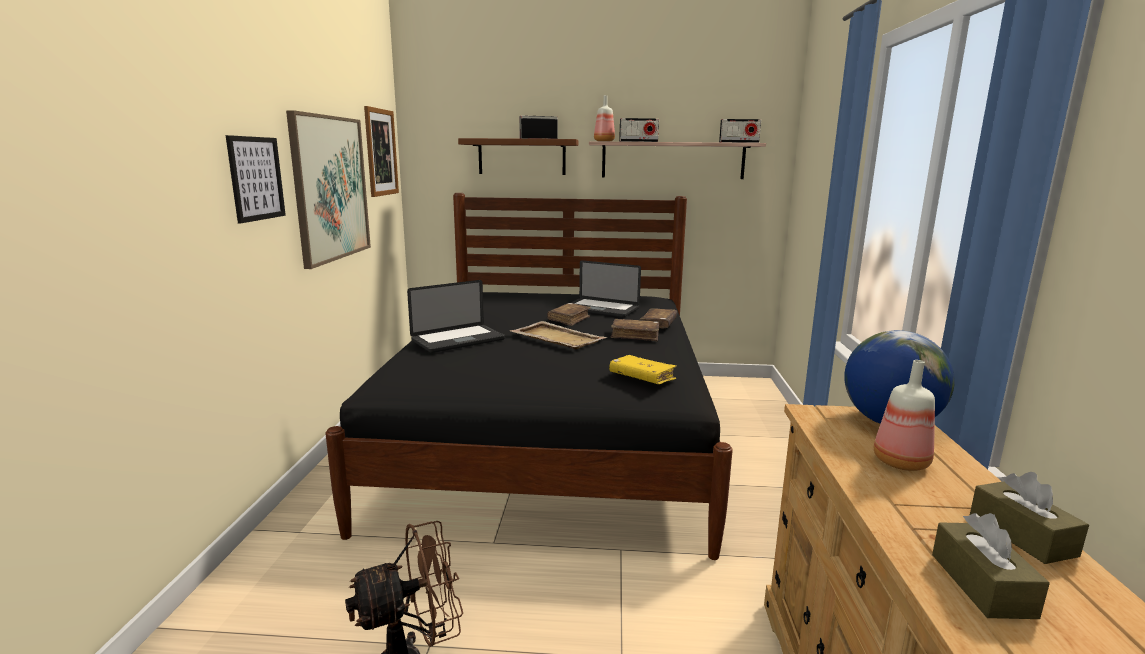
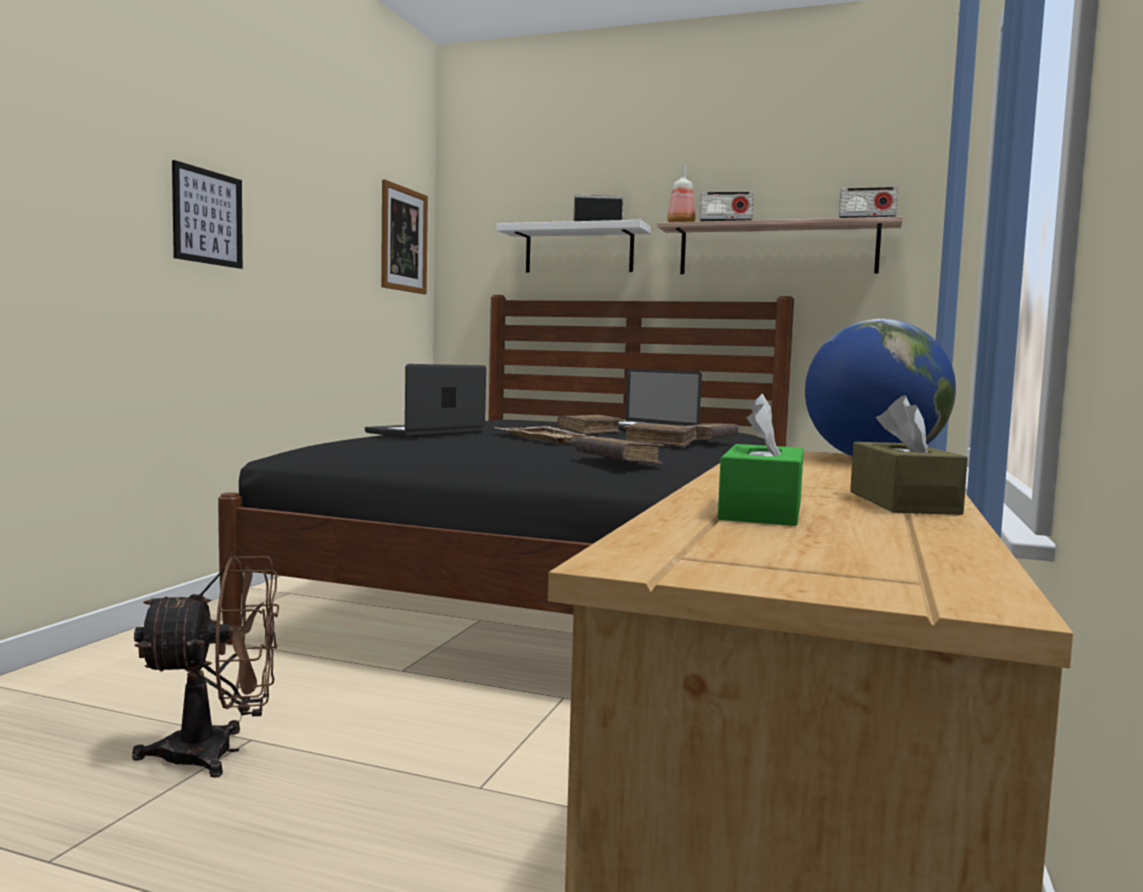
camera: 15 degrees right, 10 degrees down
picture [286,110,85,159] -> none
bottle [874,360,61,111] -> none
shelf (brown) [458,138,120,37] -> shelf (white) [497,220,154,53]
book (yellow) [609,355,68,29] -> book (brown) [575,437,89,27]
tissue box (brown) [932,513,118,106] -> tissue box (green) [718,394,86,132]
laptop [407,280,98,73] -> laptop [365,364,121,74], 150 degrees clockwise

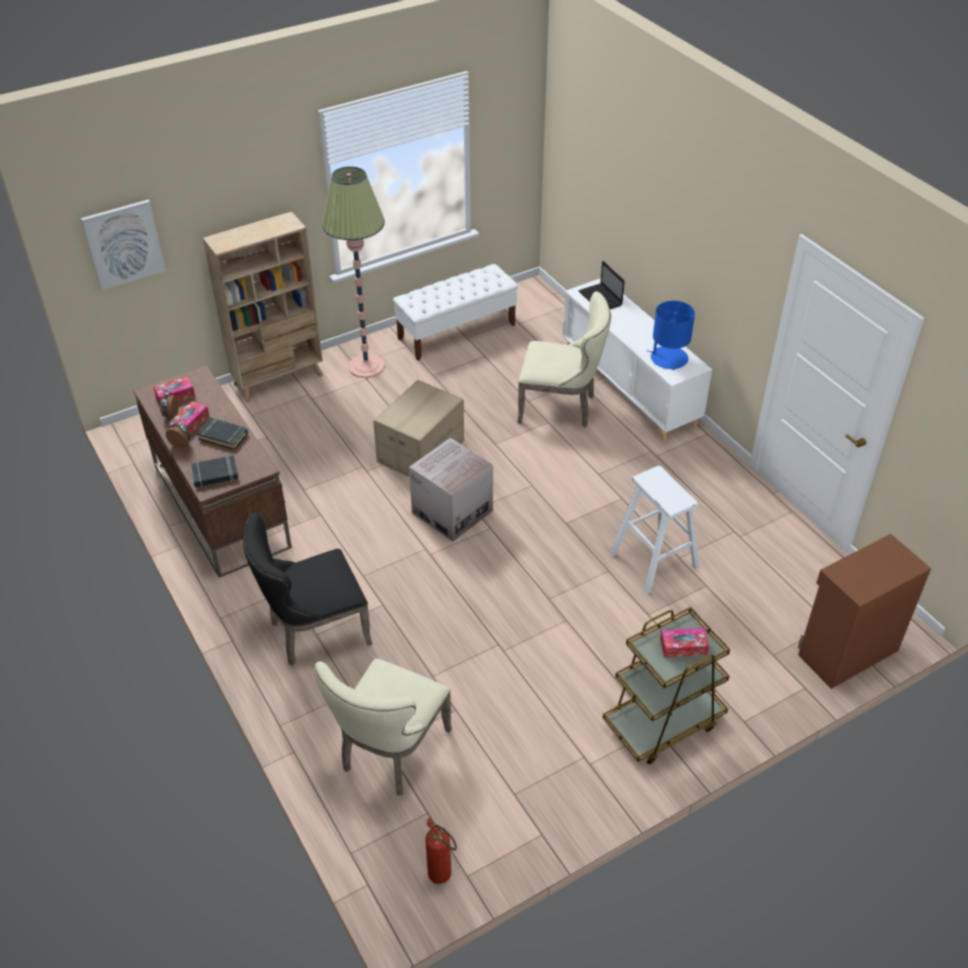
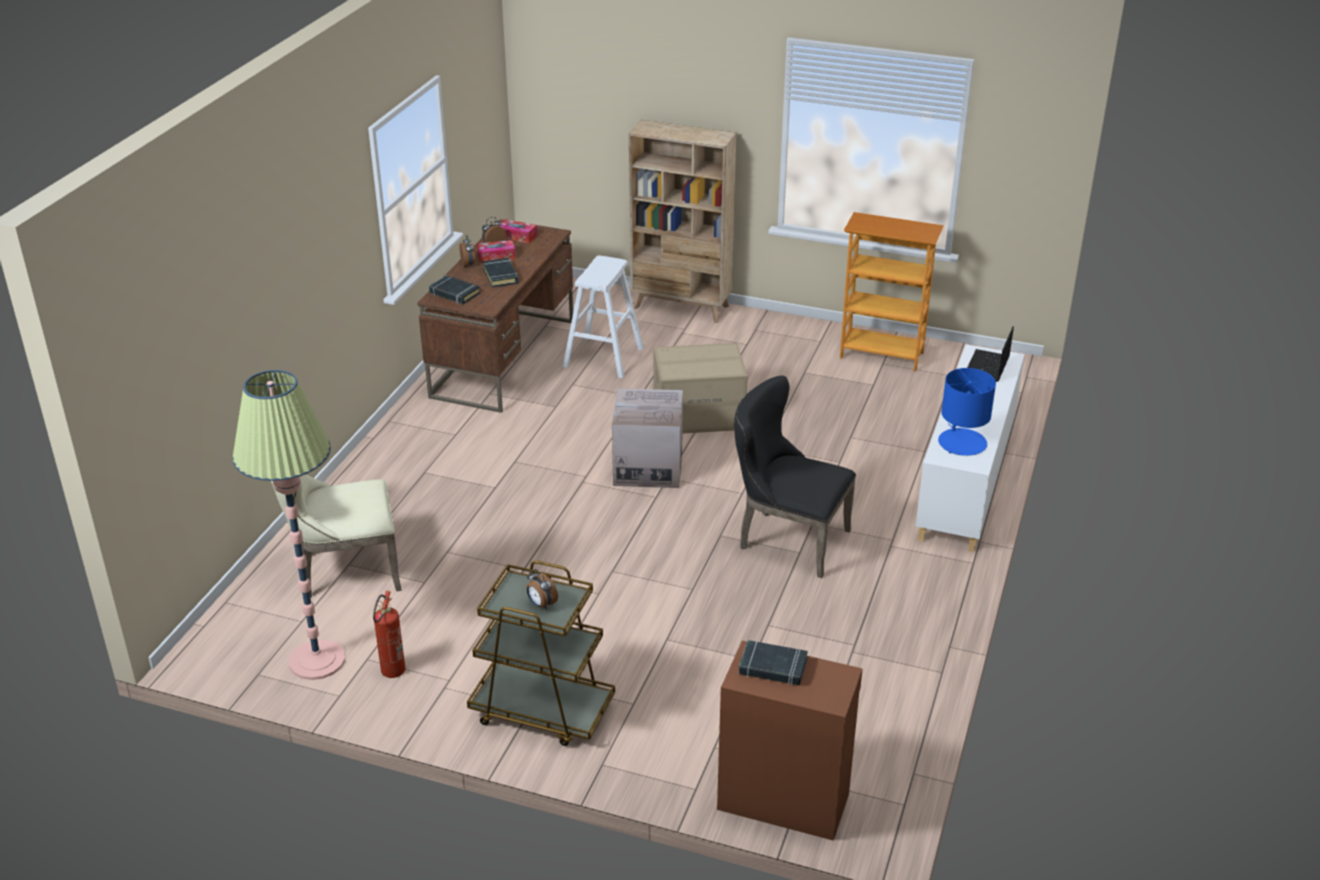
camera: 50 degrees right, 10 degrees down
picture [81,200,85,90] -> none
chair (beige) [518,291,93,136] -> none
none -> book (black) [739,640,69,45]
chair (black) [243,512,129,154] -> chair (black) [734,376,122,202], moved
floor lamp [322,166,63,212] -> floor lamp [232,370,113,310], moved
fire extinguisher [425,818,32,66] -> fire extinguisher [373,591,32,87], moved
stool (white) [610,466,89,128] -> stool (white) [563,256,80,122], moved
bench (white) [393,264,125,97] -> bookcase [840,212,104,160]
tissue box [660,628,49,30] -> alarm clock [527,569,31,41]

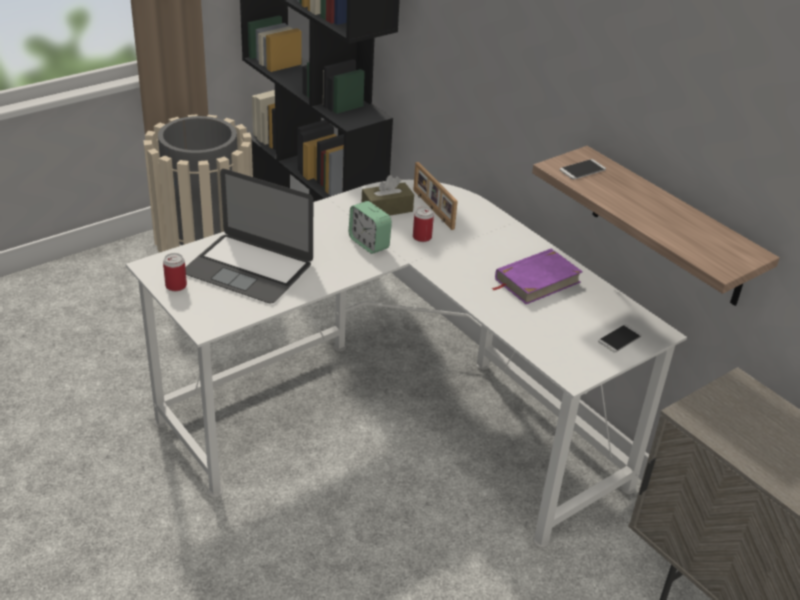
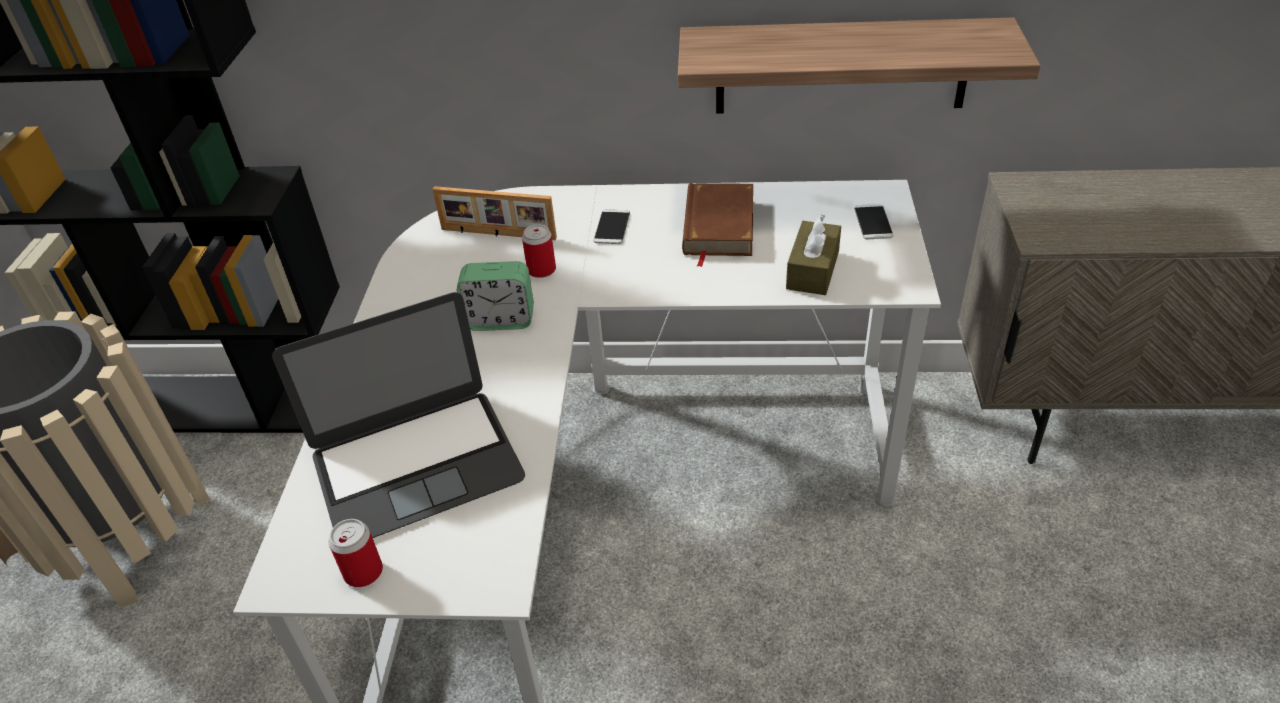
camera: 45 degrees left, 5 degrees up
tissue box (brown) [361,175,53,41] -> tissue box (brown) [786,214,55,81], moved
phone [560,159,46,20] -> phone [594,209,36,35], moved
book (purple) [491,248,92,56] -> book (brown) [682,183,71,84]

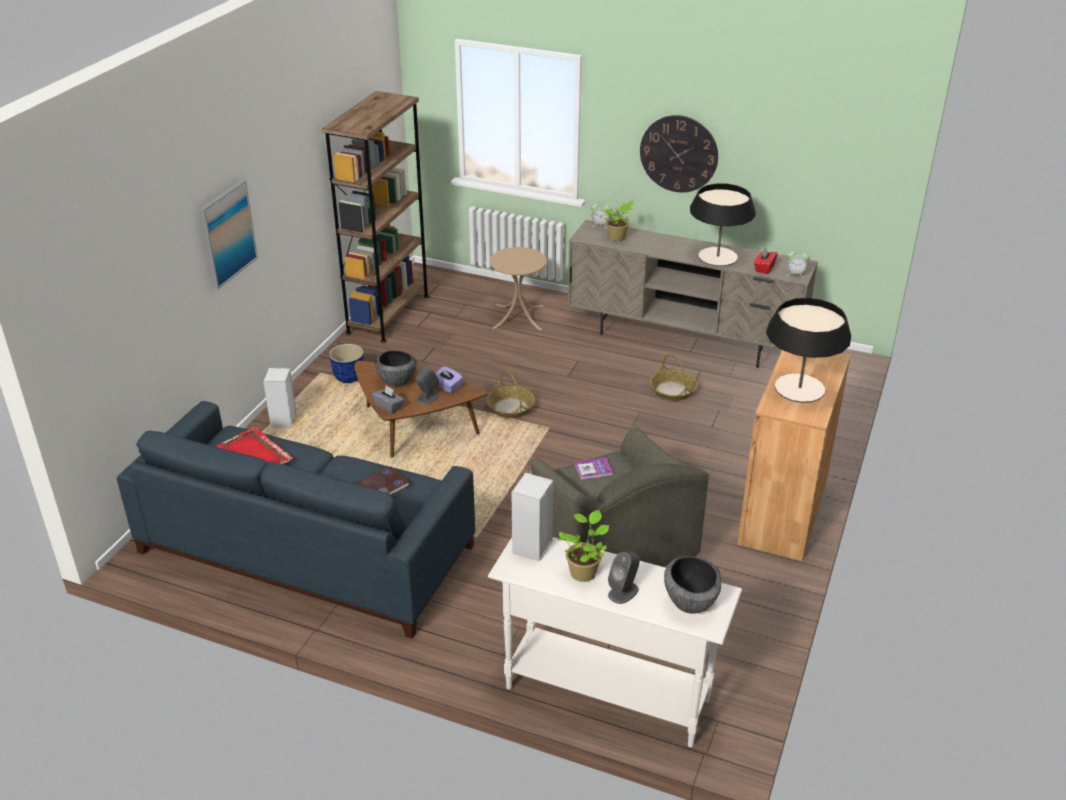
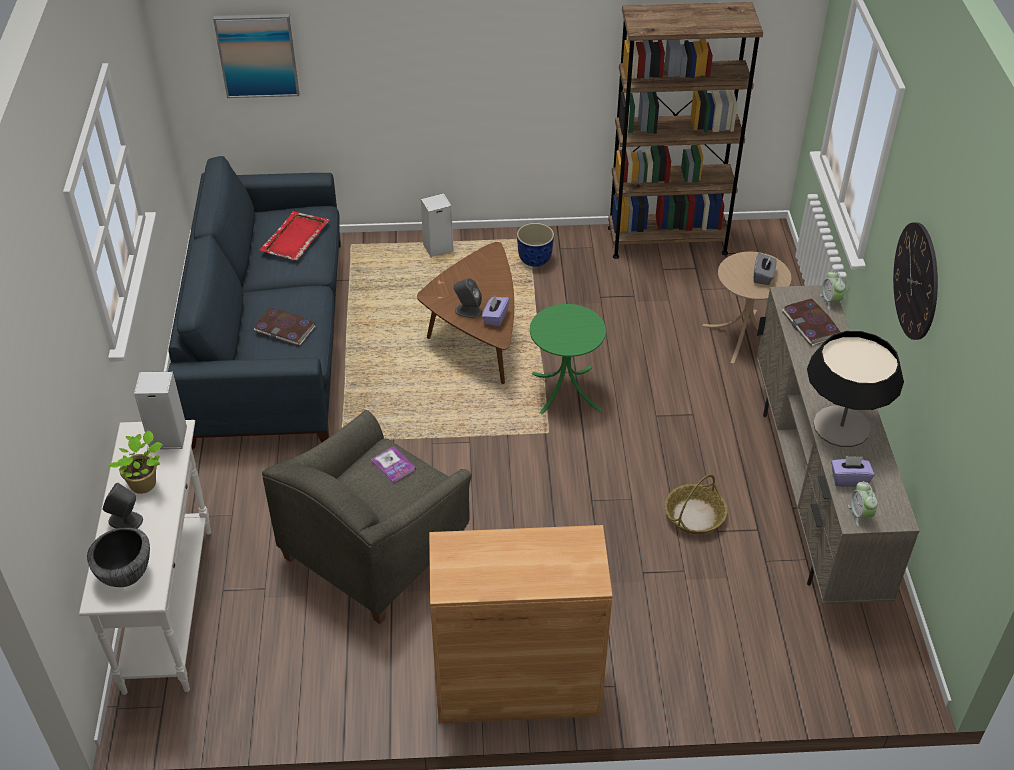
camera: 65 degrees right, 10 degrees up
bowl [375,351,42,35] -> none
table lamp [766,298,85,105] -> none
picture [199,180,59,109] -> picture [213,14,86,84], moved
tissue box (grey) [372,386,32,28] -> tissue box (grey) [754,253,23,32], moved
basket [486,370,49,48] -> side table (green) [530,304,76,110]
potted plant [603,201,30,40] -> book [782,298,58,48]
tissue box (red) [754,248,24,26] -> tissue box (purple) [831,456,43,31]

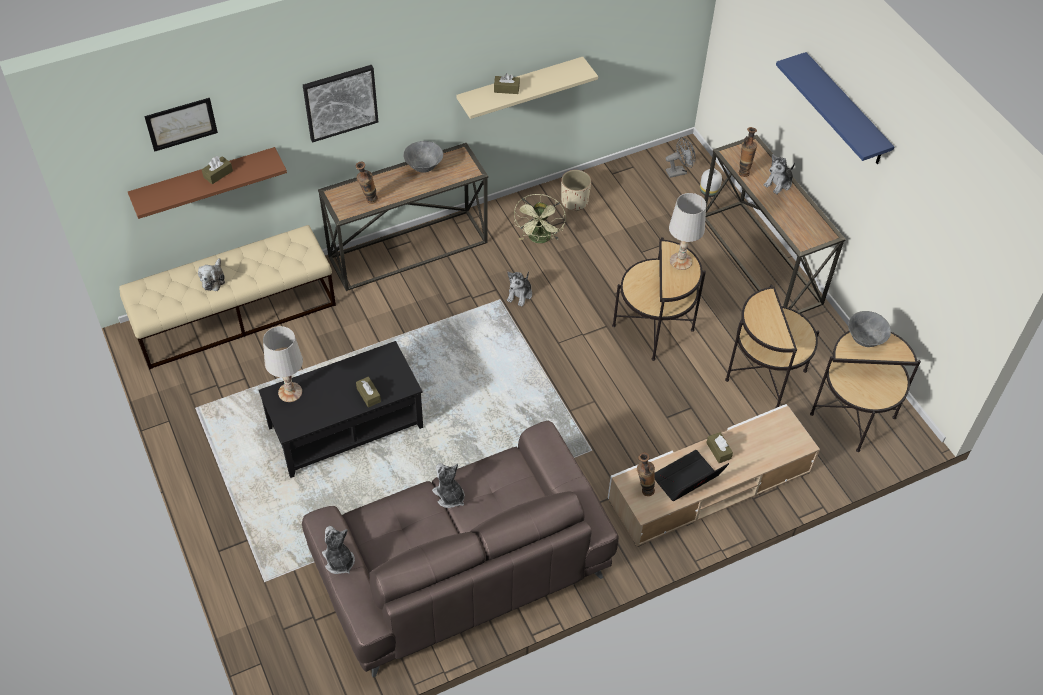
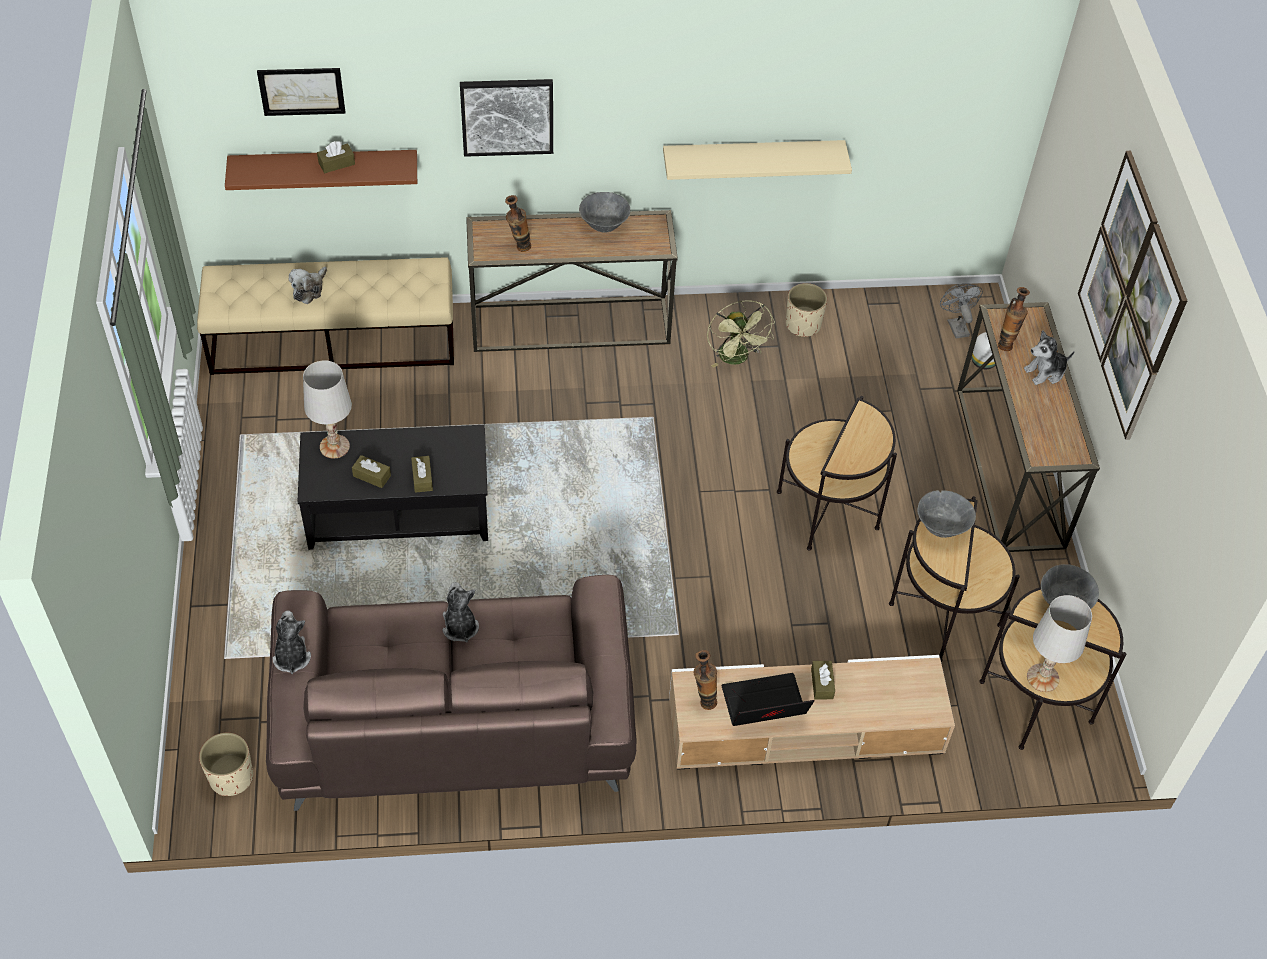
camera: 20 degrees right, 0 degrees up
plush toy [507,271,25,36] -> none
none -> planter (beige) [199,733,54,63]
none -> bowl (grey) [918,490,58,48]
tissue box (brown) [494,73,26,21] -> tissue box (brown) [352,455,39,33], moved
table lamp (white) [669,193,37,77] -> table lamp (white) [1027,595,65,97], moved
shelf (blue) [776,52,119,112] -> picture [1078,151,109,289]
fan (green) [514,194,52,49] -> fan (green) [707,300,68,68], 45 degrees counterclockwise
fan (grey) [666,137,30,41] -> fan (grey) [940,283,43,55], 105 degrees counterclockwise

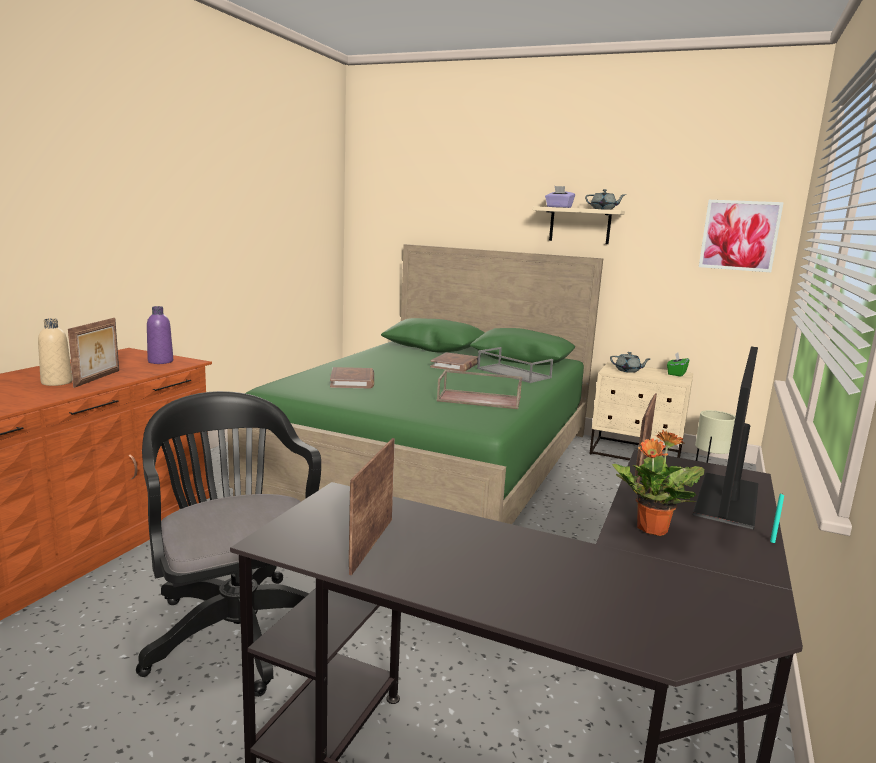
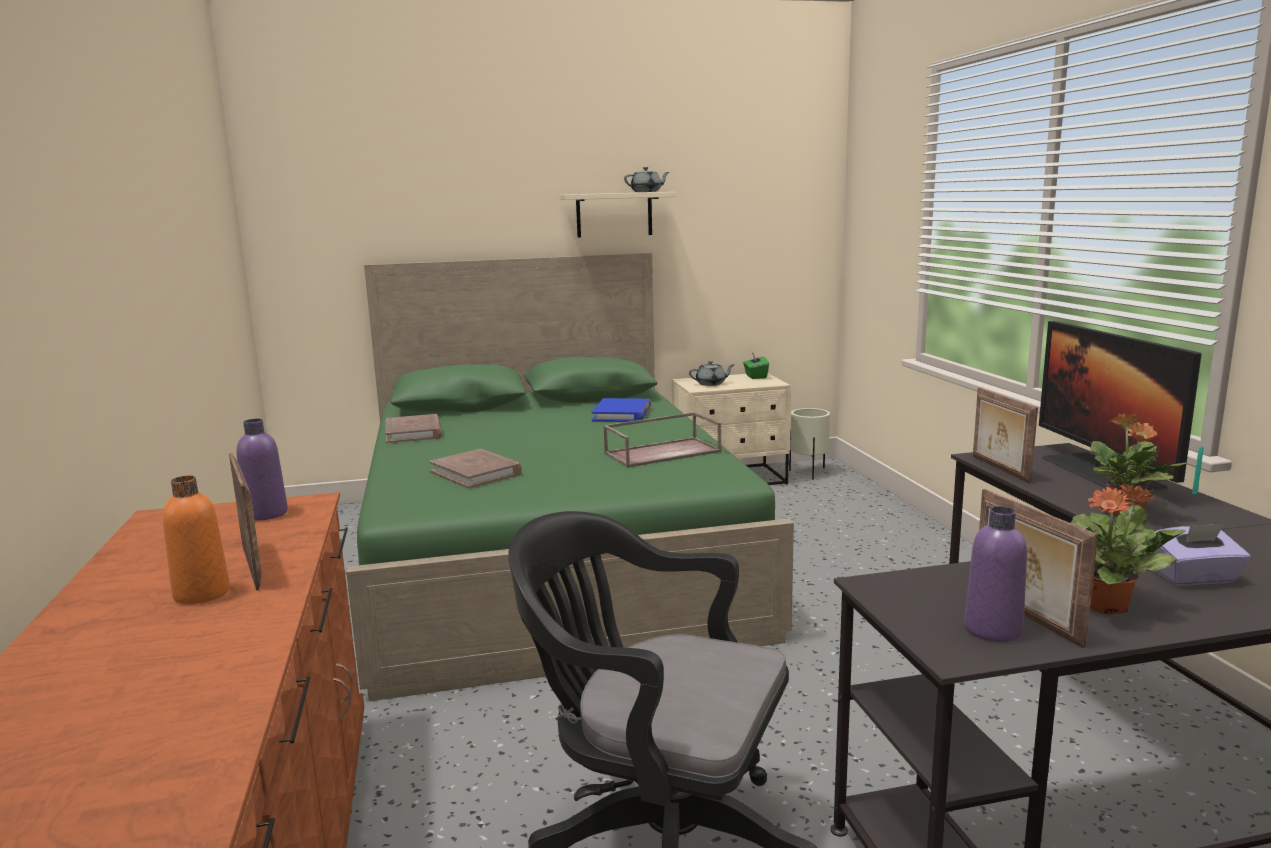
camera: 35 degrees left, 0 degrees up
picture [699,200,85,72] -> none
none -> bottle (purple) [964,506,63,136]
none -> potted plant [1071,483,115,132]
book (brown) [430,352,48,20] -> book (brown) [385,414,57,29], moved
tissue box (purple) [545,186,30,22] -> tissue box (purple) [1151,524,99,62], moved
tray (grey) [477,347,76,36] -> book (blue) [591,398,60,24]
bottle (beige) [38,318,35,68] -> bottle (orange) [162,475,68,129]

